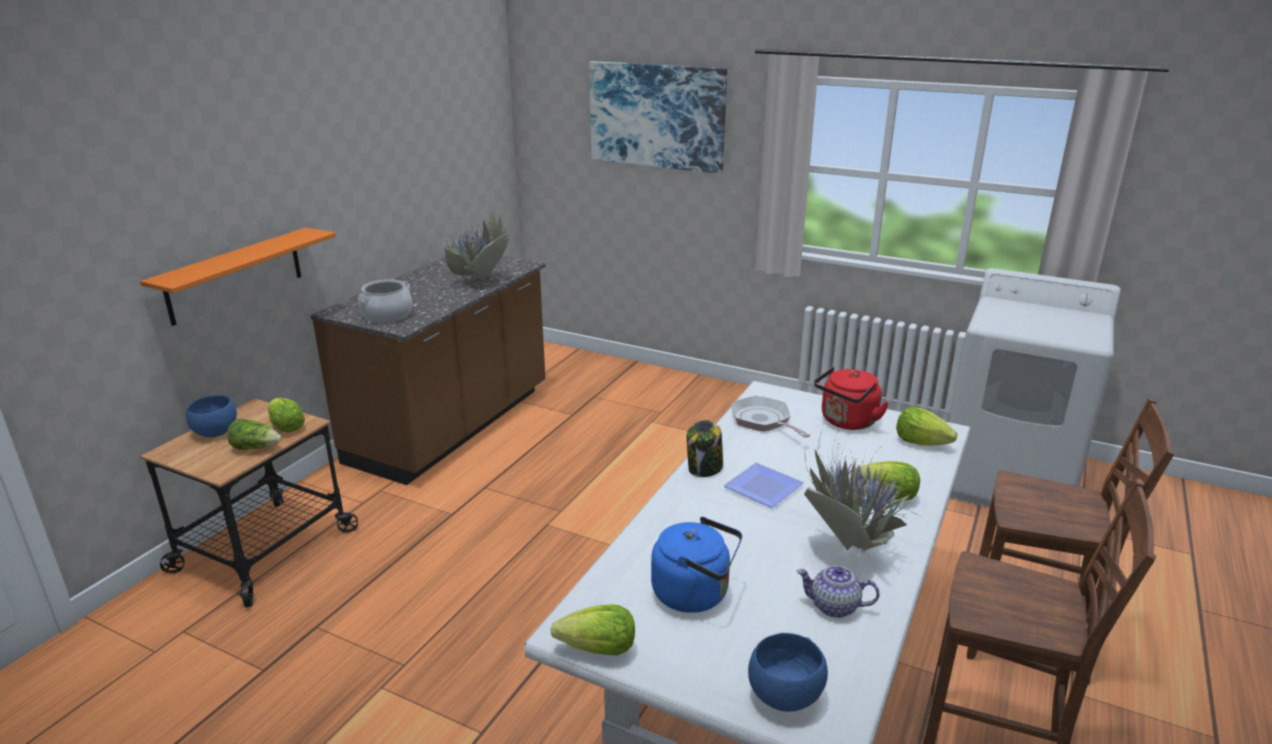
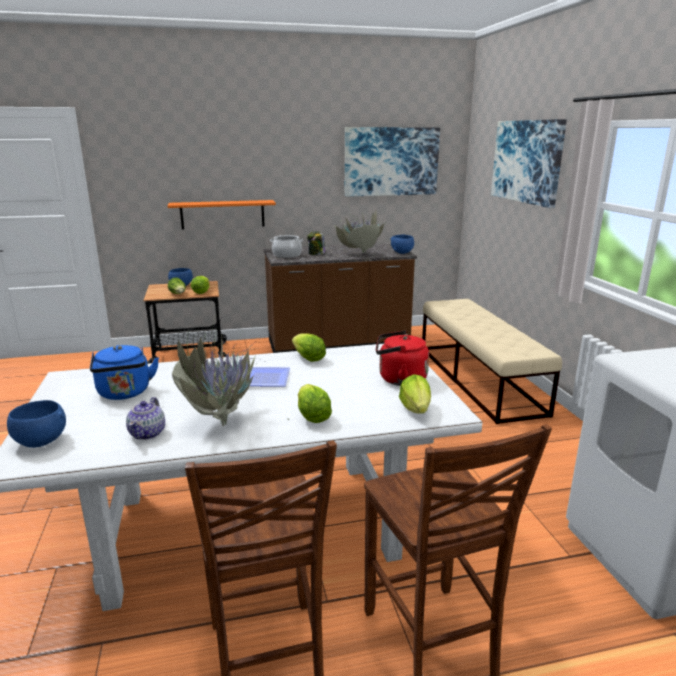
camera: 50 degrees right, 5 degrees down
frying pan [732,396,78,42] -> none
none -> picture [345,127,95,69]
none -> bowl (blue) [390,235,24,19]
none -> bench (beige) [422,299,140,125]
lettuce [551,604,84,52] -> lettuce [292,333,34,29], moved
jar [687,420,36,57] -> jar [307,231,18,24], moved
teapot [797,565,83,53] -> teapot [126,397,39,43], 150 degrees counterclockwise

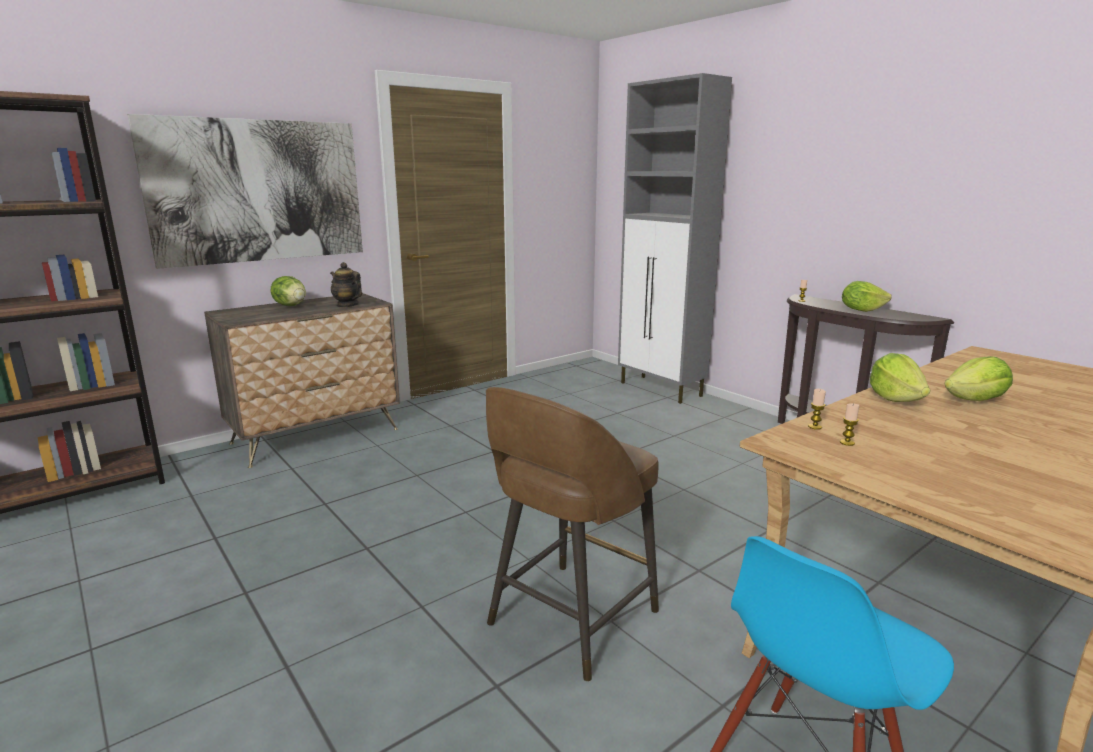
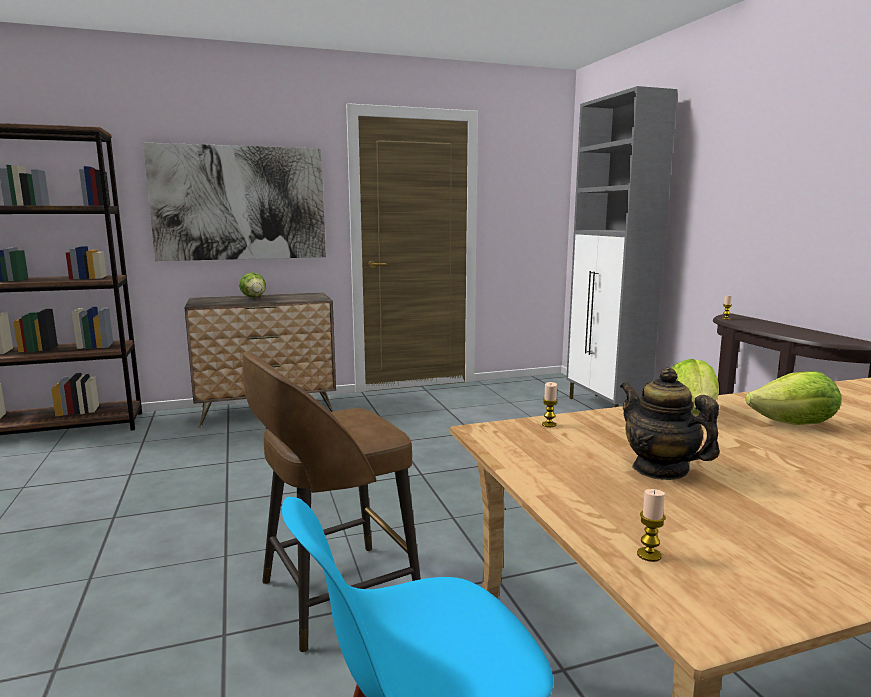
camera: 20 degrees right, 5 degrees down
lettuce [842,281,50,31] -> none
teapot [330,262,32,45] -> teapot [620,367,100,113], moved
candle [840,403,19,43] -> candle [637,489,28,73], moved

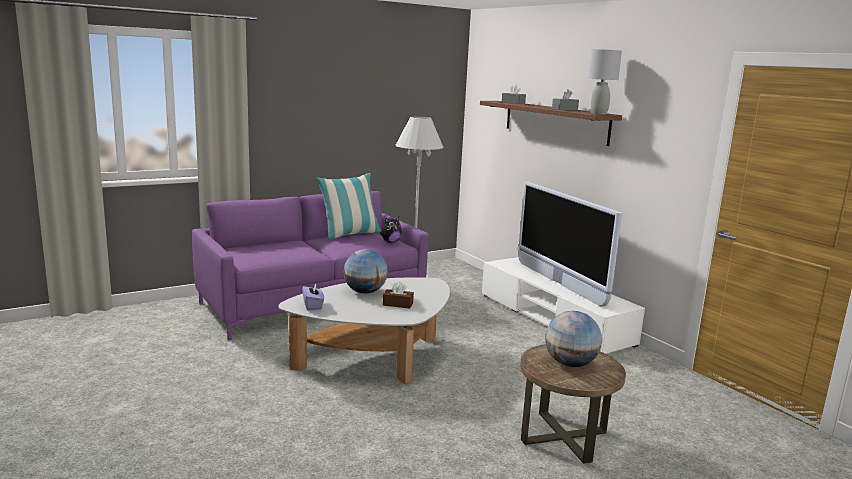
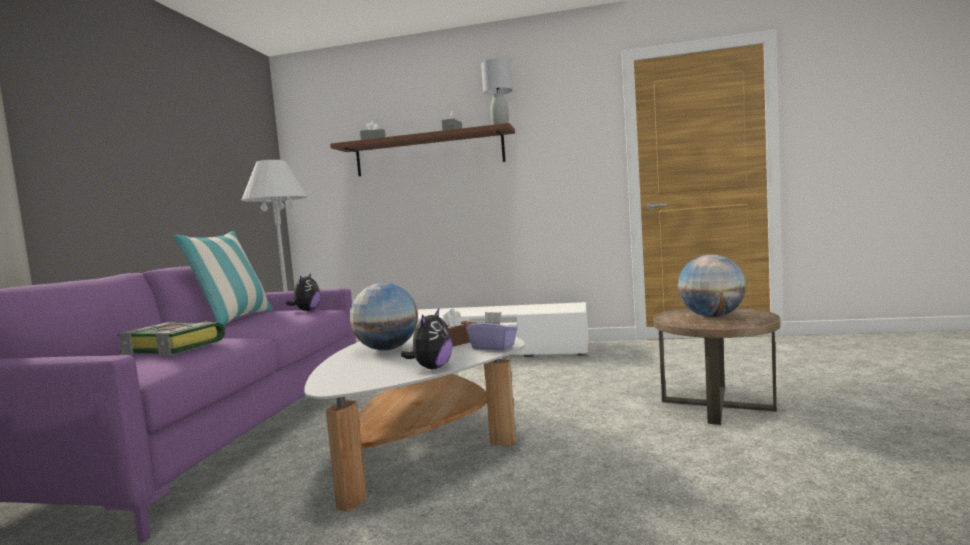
camera: 45 degrees left, 10 degrees down
television [518,182,104,125] -> none
none -> book [118,321,107,34]
none -> plush toy [401,309,52,60]
tissue box (purple) [302,283,22,27] -> tissue box (purple) [466,312,51,39], moved

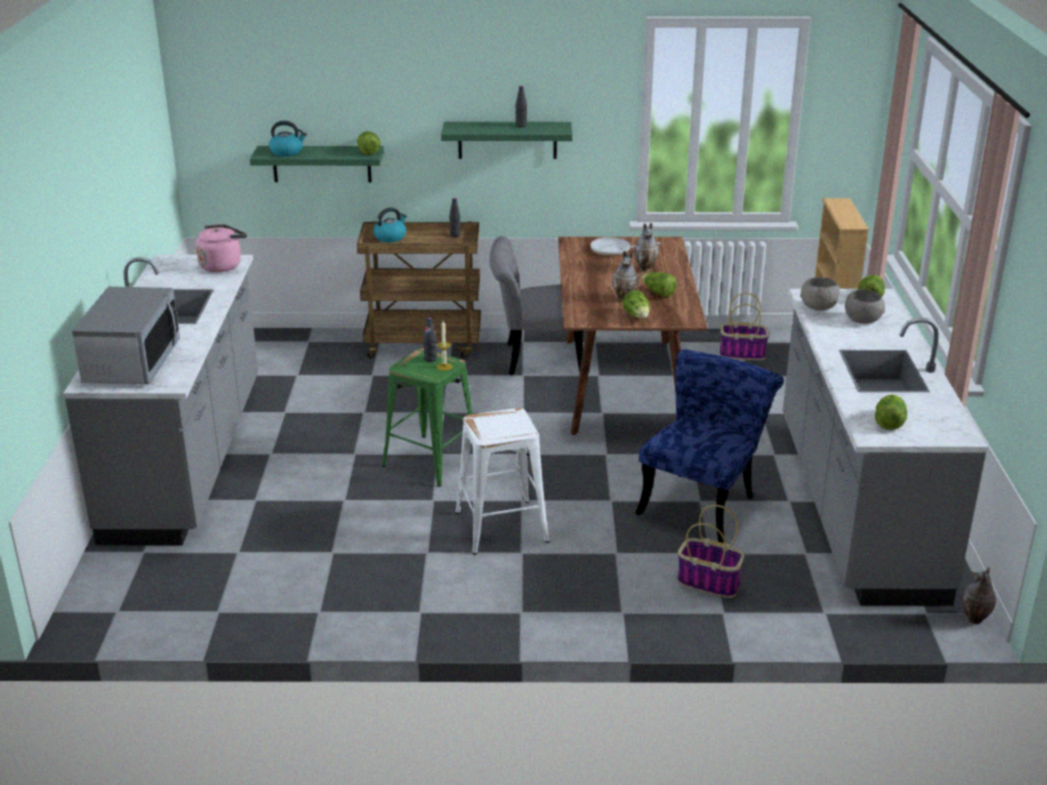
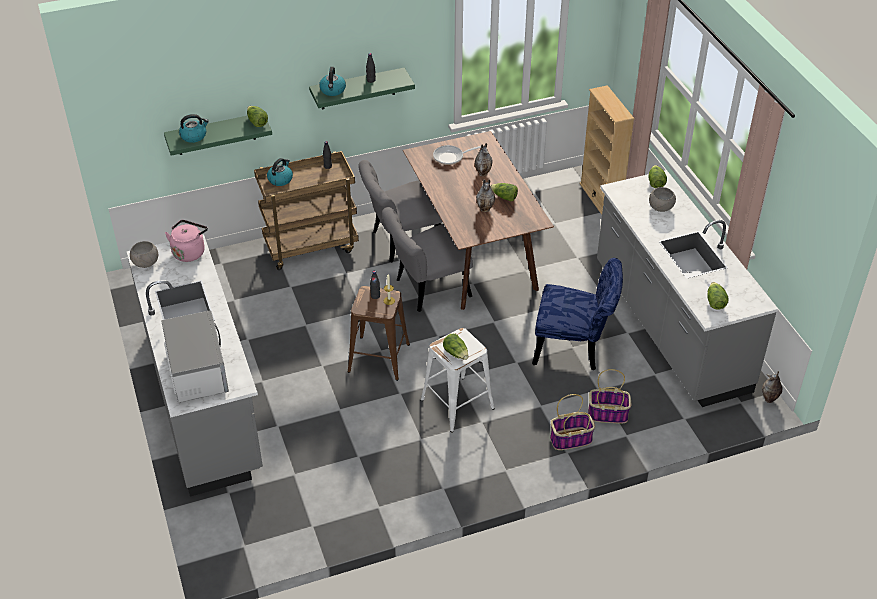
camera: 20 degrees left, 15 degrees up
none -> kettle [319,67,27,29]
none -> chair (grey) [382,207,91,105]
lettuce [622,290,28,29] -> lettuce [443,334,25,26], moved
basket [720,293,49,67] -> basket [550,394,45,56], moved
bowl (grey) [800,277,40,34] -> bowl (grey) [130,241,28,27], moved
stool (green) [382,348,90,139] -> stool (brown) [348,286,62,95]
chair (blue) [635,349,149,194] -> chair (blue) [532,258,91,112], 90 degrees clockwise

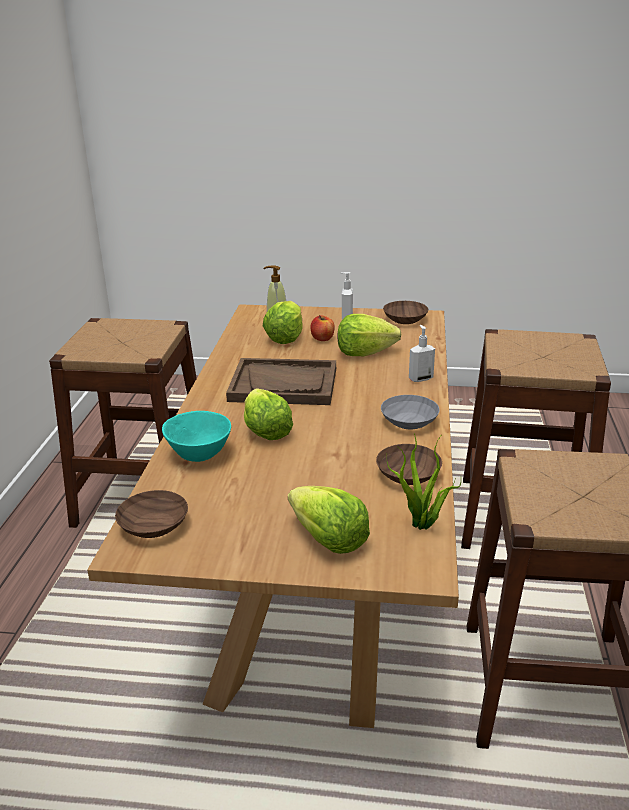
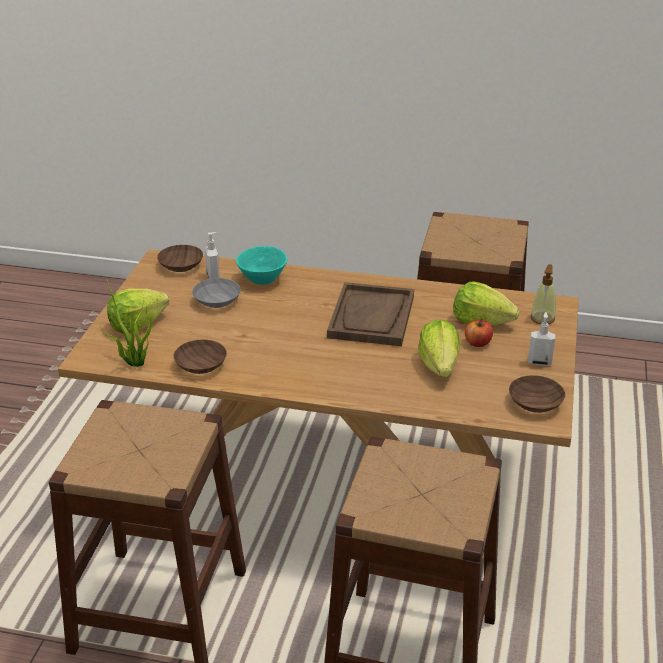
camera: 95 degrees right, 5 degrees up
lettuce [244,388,49,52] -> none
bowl (grey) [381,395,59,34] -> bowl (grey) [192,278,49,30], moved
soap dispenser [409,325,26,57] -> soap dispenser [205,232,15,47], moved

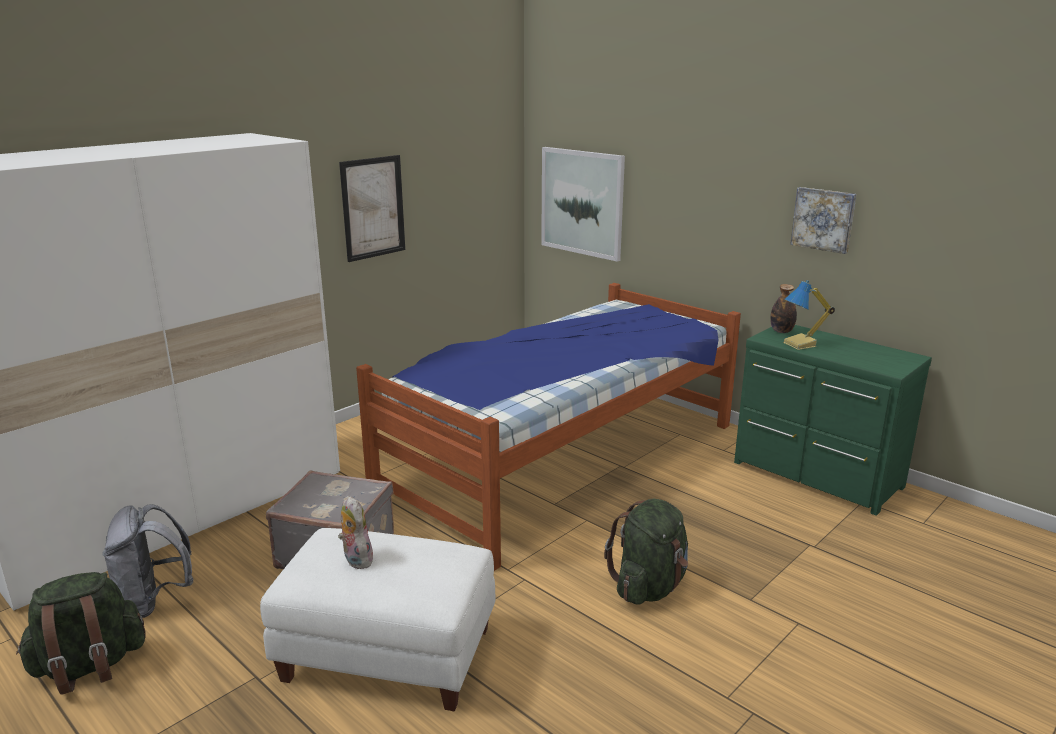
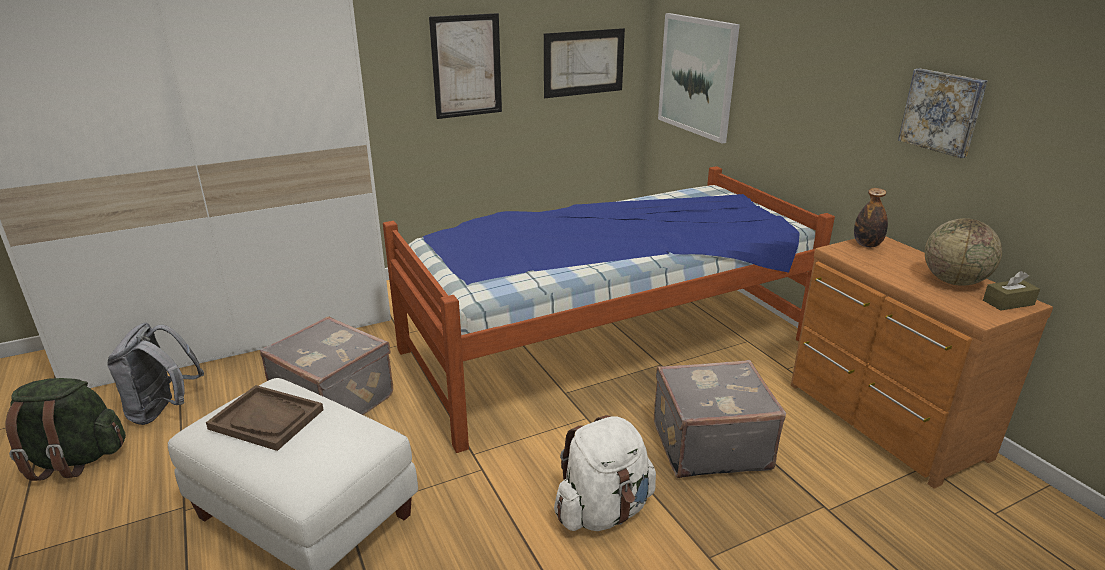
camera: 20 degrees right, 5 degrees up
table lamp [783,280,52,70] -> none
none -> picture [544,28,81,70]
none -> suitcase (grey) [654,360,132,118]
none -> globe [925,218,77,68]
none -> tissue box (brown) [983,271,57,40]
plush toy [338,496,35,73] -> tray (brown) [206,385,118,66]
backpack (green) [604,499,84,106] -> backpack (white) [554,415,102,116]
dresser (green) [734,325,198,191] -> dresser (brown) [791,236,262,253]

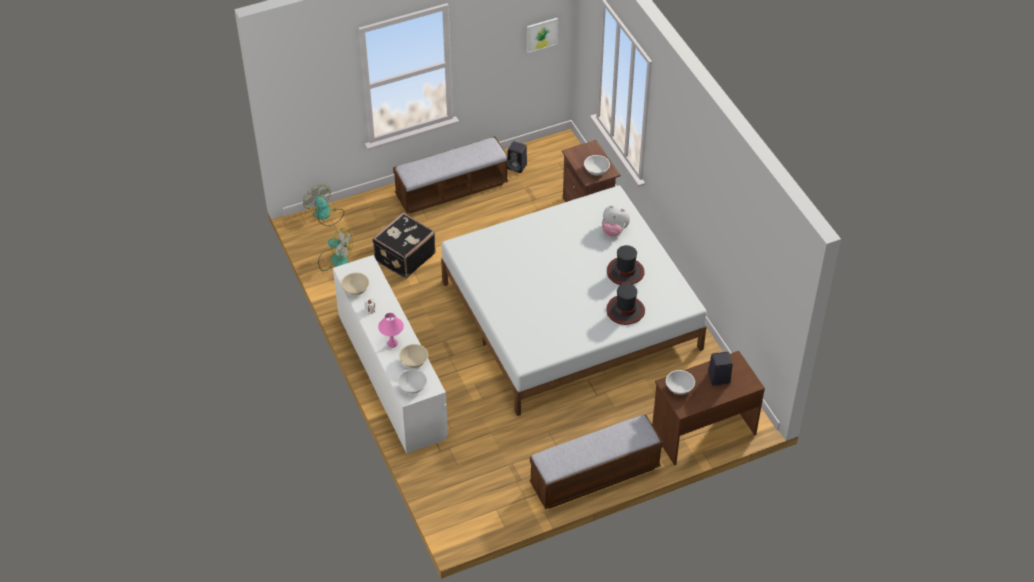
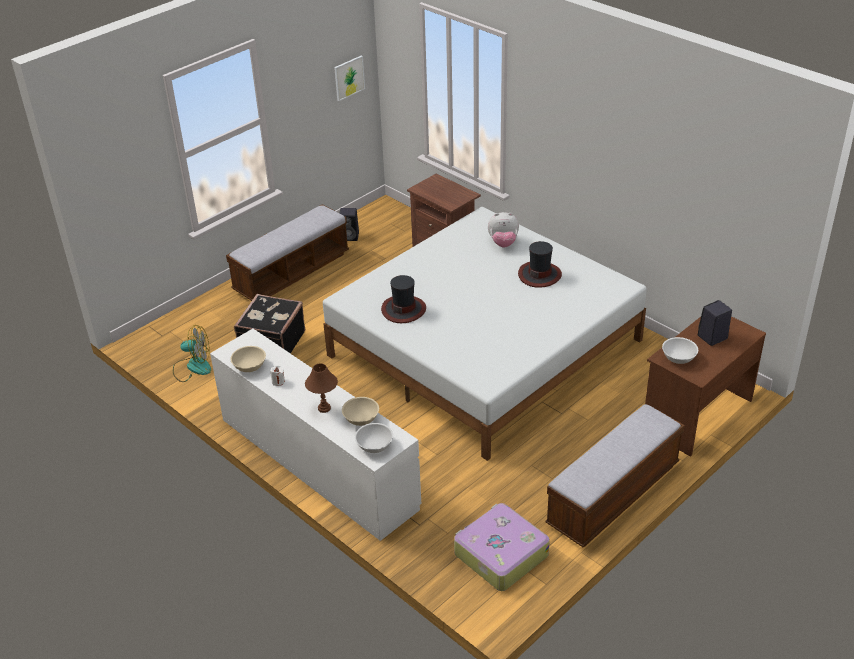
camera: 20 degrees left, 10 degrees down
fan [303,185,41,41] -> none
bowl (white) [584,155,26,20] -> none
none -> suitcase [454,503,96,88]
hat [606,284,39,41] -> hat [381,275,45,48], moved
table lamp (pink) [378,313,26,35] -> table lamp (brown) [305,363,33,50]

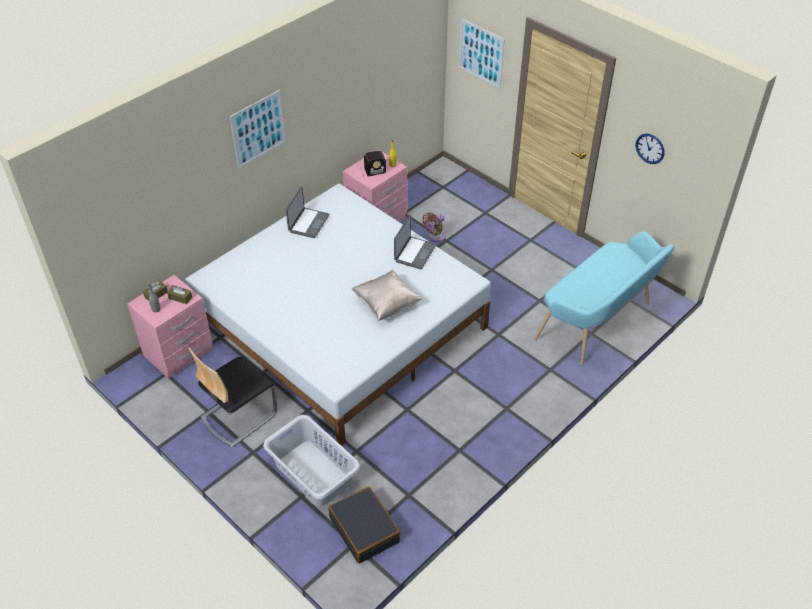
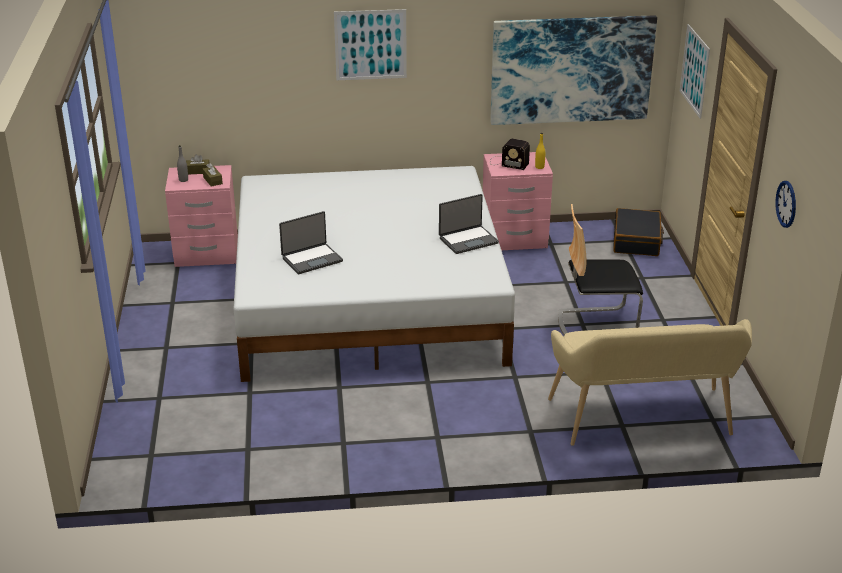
camera: 40 degrees right, 15 degrees down
laundry basket (grey) [263,415,97,92] -> none
pillow (beige) [352,270,69,51] -> none
fan (brown) [422,213,24,29] -> none
none -> picture [490,15,167,110]
chair [188,347,90,100] -> chair [558,204,85,131], moved
laptop [286,187,43,51] -> laptop [279,211,64,63], moved
suitcase (black) [328,486,72,78] -> suitcase (black) [613,208,51,48], moved
bench (turquoise) [534,231,140,134] -> bench (beige) [548,319,204,127]

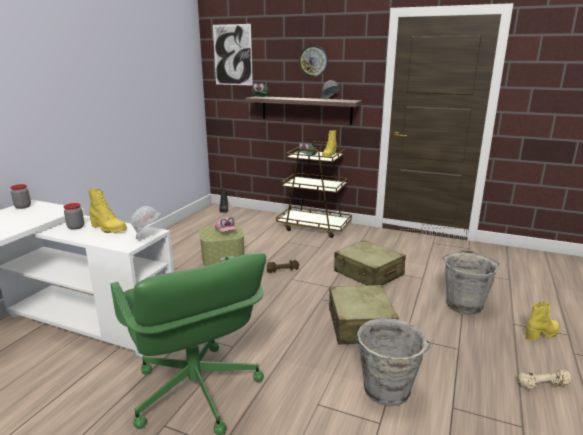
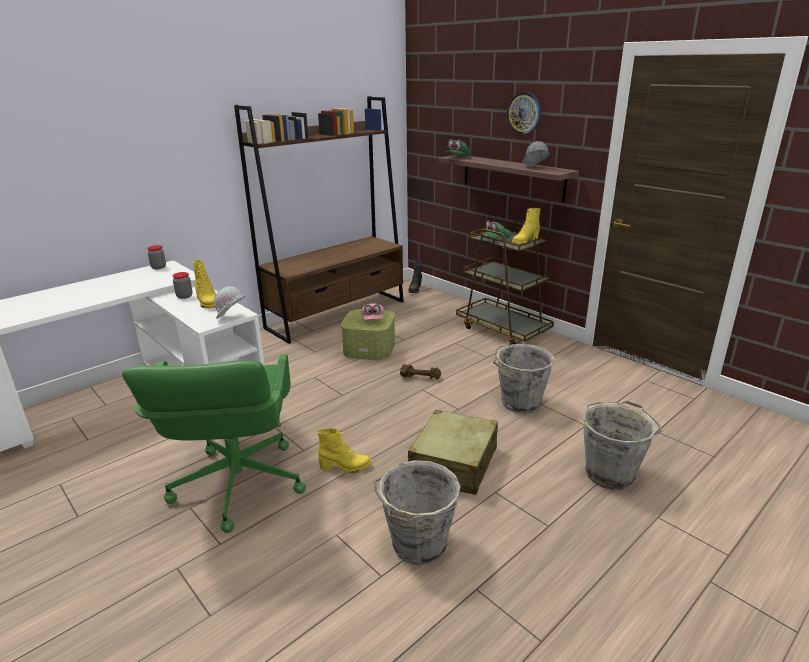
camera: 25 degrees right, 5 degrees up
picture [213,24,40,62] -> none
dumbbell (beige) [518,370,54,19] -> none
none -> bookcase (brown) [234,96,170,248]
boot (yellow) [526,302,33,39] -> boot (yellow) [318,428,53,45], moved
suitcase (beige) [334,240,72,46] -> bucket (grey) [493,344,62,70]

